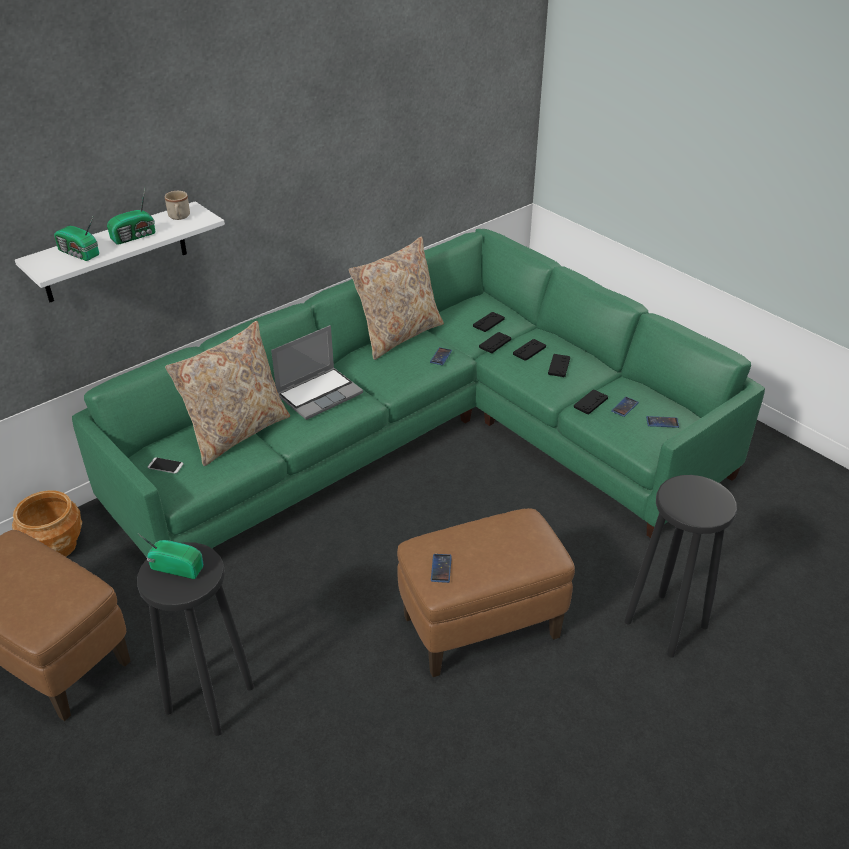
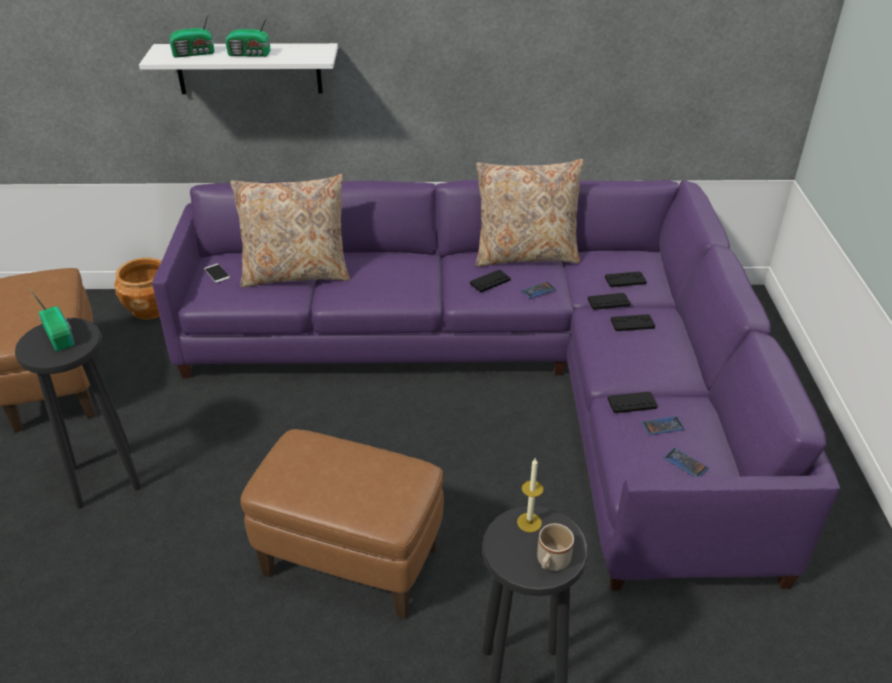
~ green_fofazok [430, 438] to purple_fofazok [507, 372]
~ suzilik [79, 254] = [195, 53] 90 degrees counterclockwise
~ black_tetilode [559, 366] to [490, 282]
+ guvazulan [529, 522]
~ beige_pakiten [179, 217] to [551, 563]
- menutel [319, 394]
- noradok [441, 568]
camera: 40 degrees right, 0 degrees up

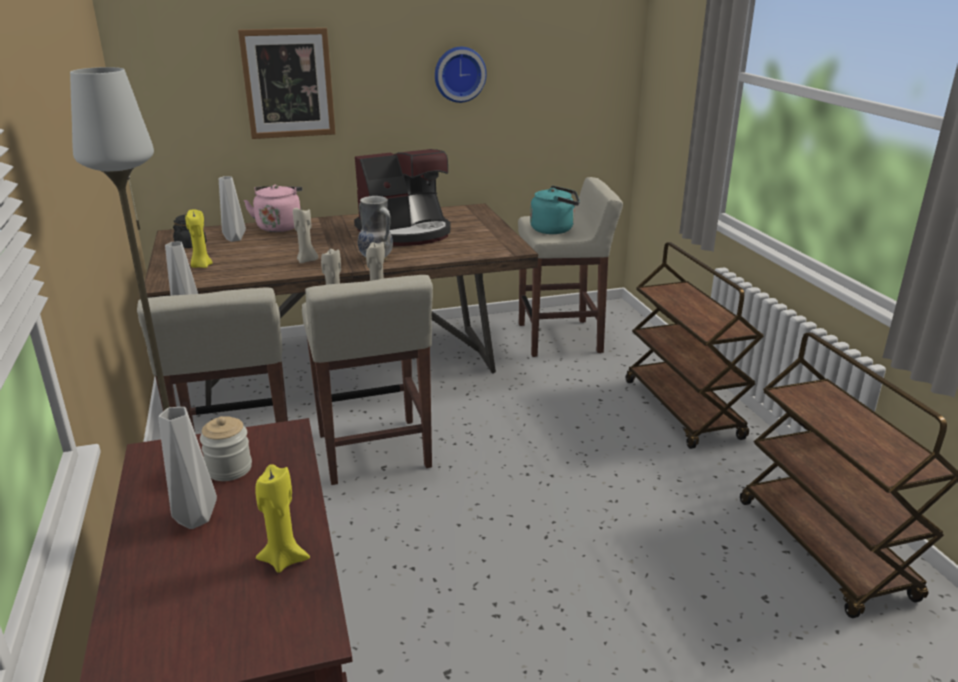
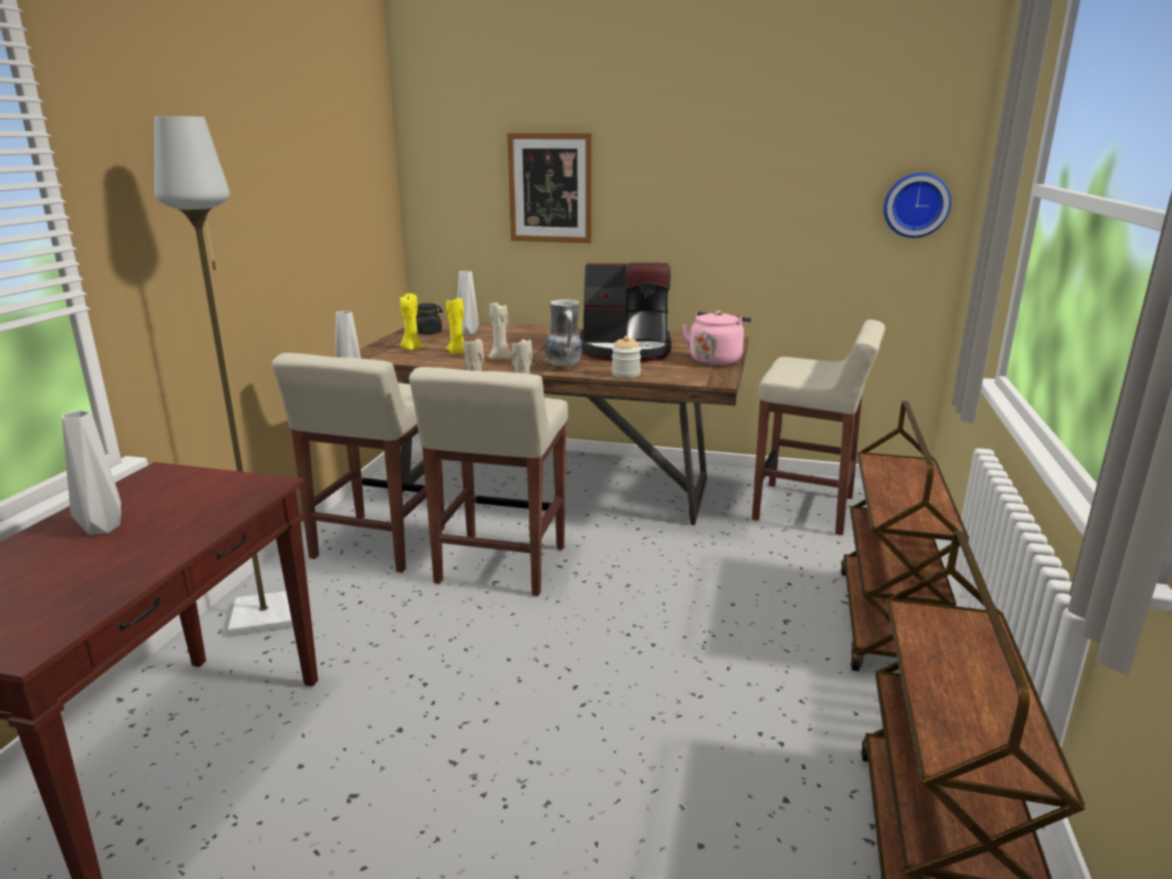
~ yellow_guvazulan [283, 559] to [457, 352]
~ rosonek [229, 469] to [626, 374]
~ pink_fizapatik [279, 226] to [716, 360]
~ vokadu [459, 74] to [916, 205]
- turquoise_fizapatik [554, 229]
camera: 30 degrees right, 5 degrees down

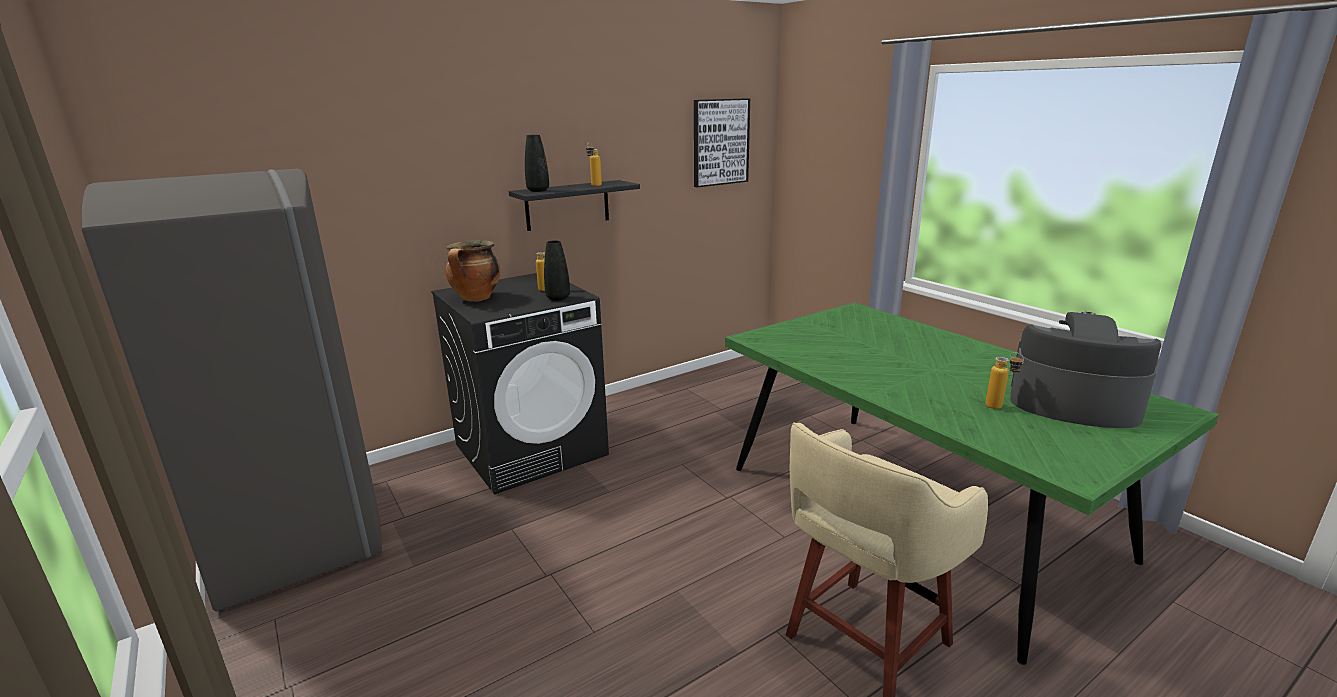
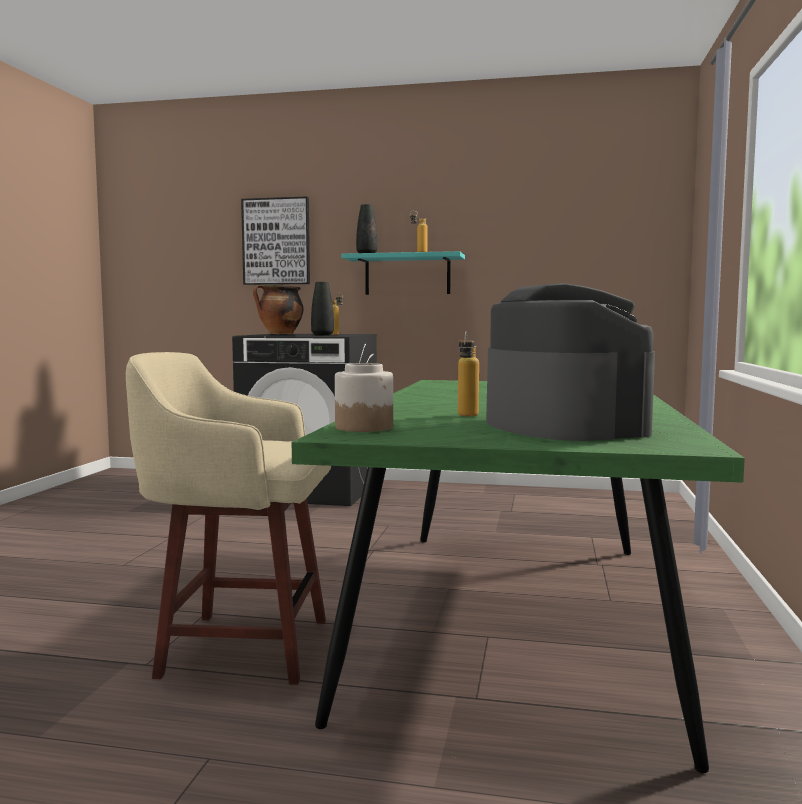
~ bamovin [720, 142] to [276, 241]
+ rosonek [364, 427]
~ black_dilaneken [567, 205] to turquoise_dilaneken [407, 275]
- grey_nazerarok [296, 533]
camera: 45 degrees right, 15 degrees down

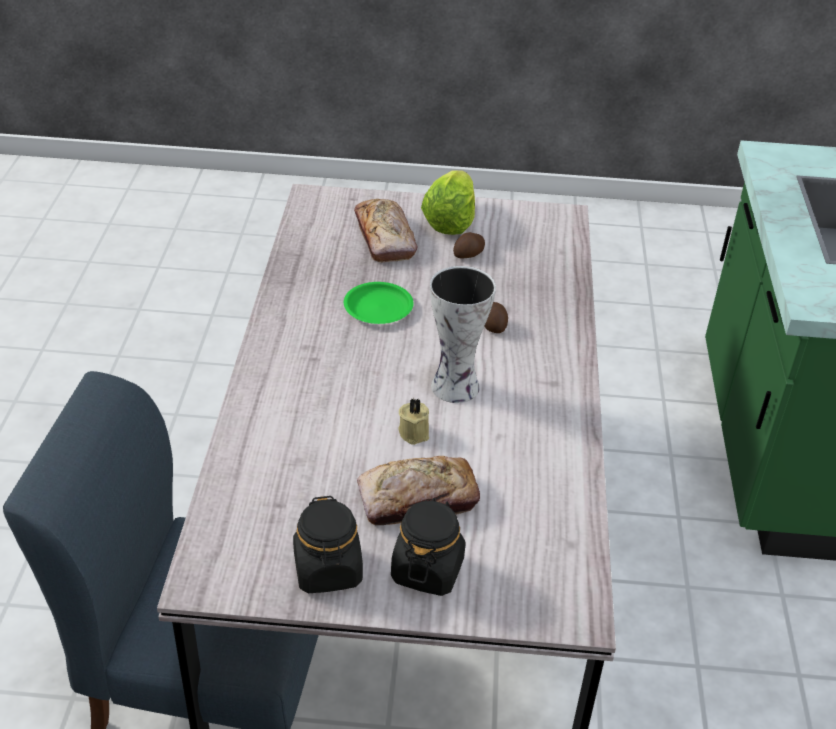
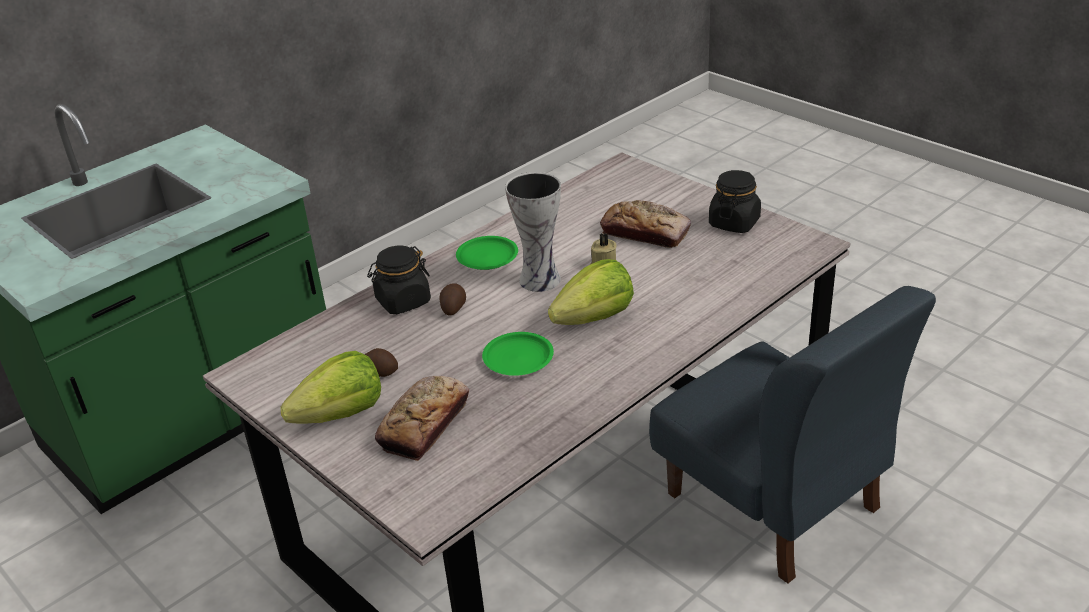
~ black_rosonek [427, 569] to [403, 301]
+ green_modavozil [487, 257]
+ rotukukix [595, 318]
camera: 135 degrees left, 5 degrees down

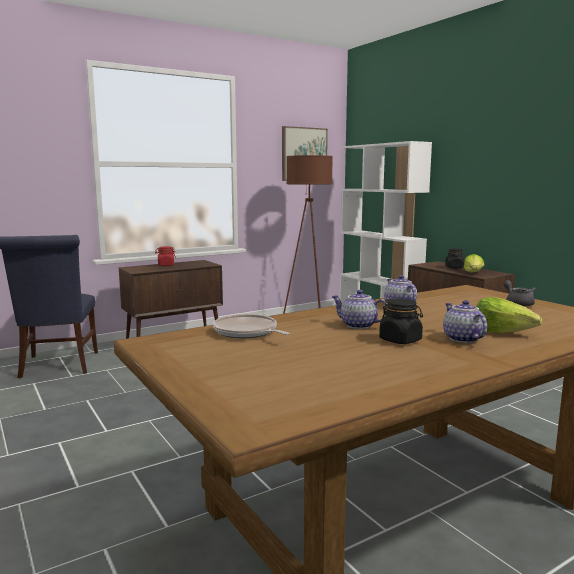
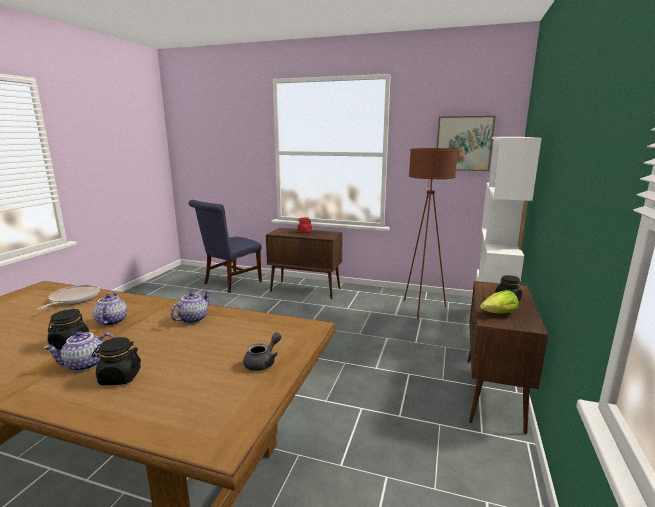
~ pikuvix [461, 339] = [84, 365] 150 degrees counterclockwise
~ rotukukix [502, 332] to black_rosonek [119, 377]
camera: 50 degrees right, 5 degrees up

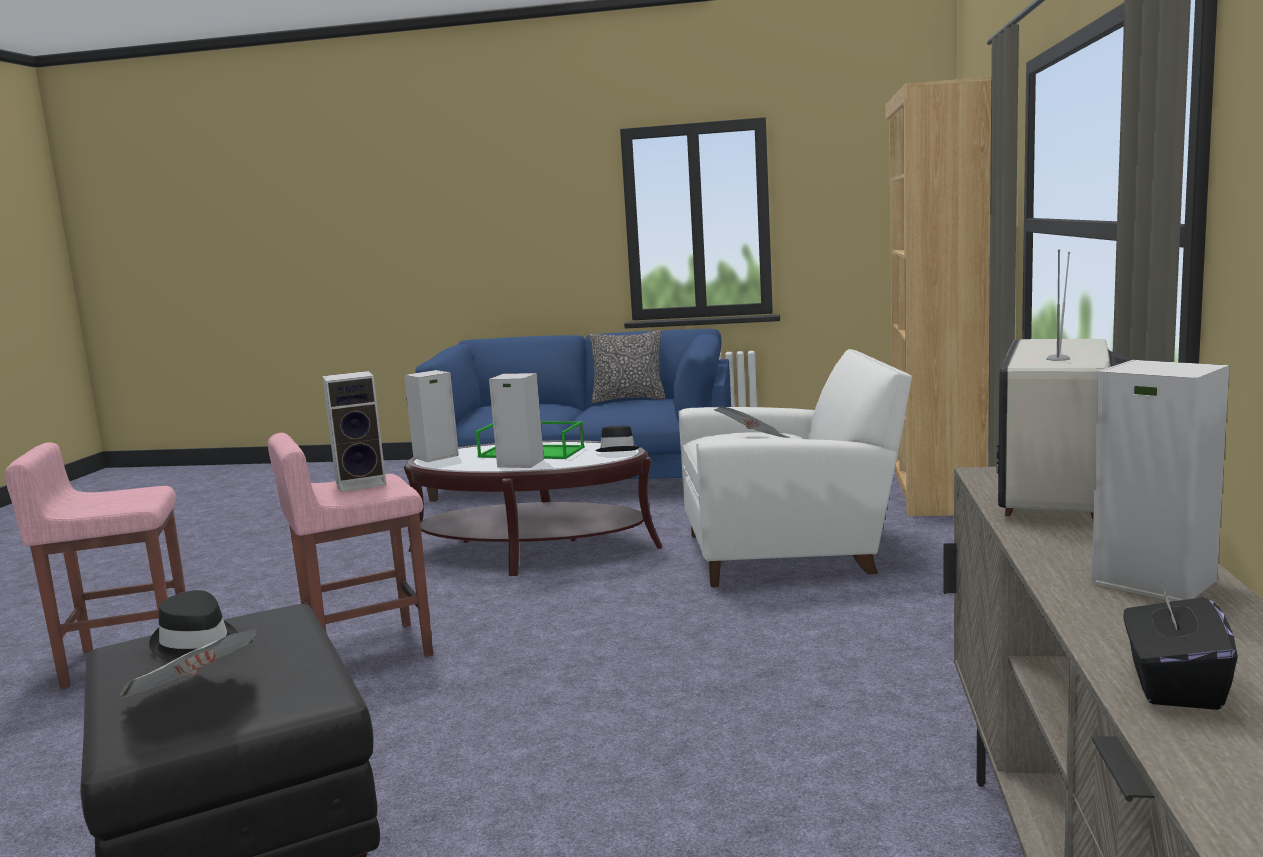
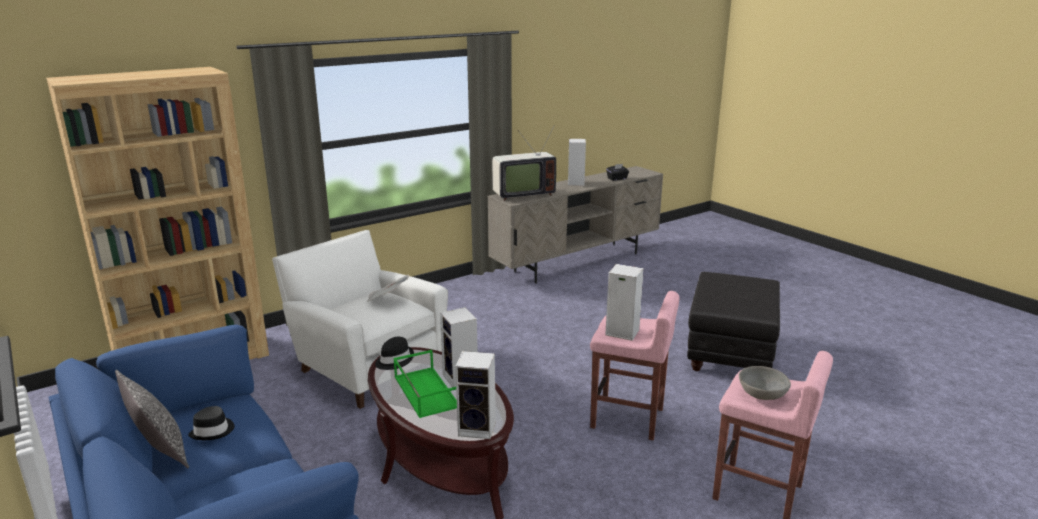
~ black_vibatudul [197, 645] to [213, 431]
+ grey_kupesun [762, 395]
- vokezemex [194, 698]
camera: 135 degrees left, 10 degrees up

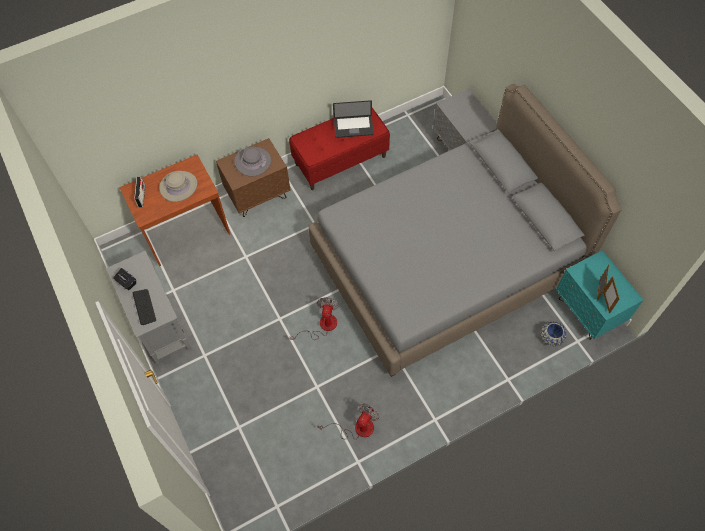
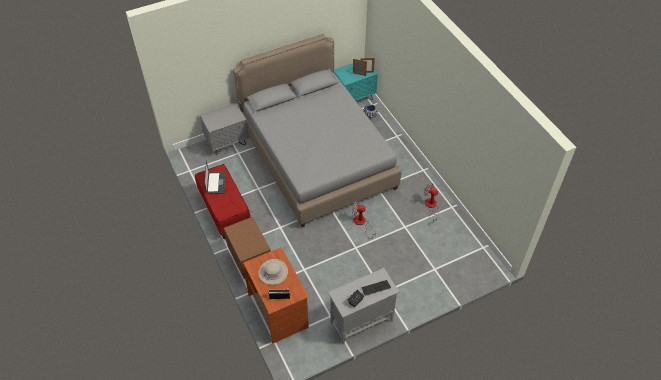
- grey_vibatudul [252, 161]
camera: 90 degrees left, 10 degrees down

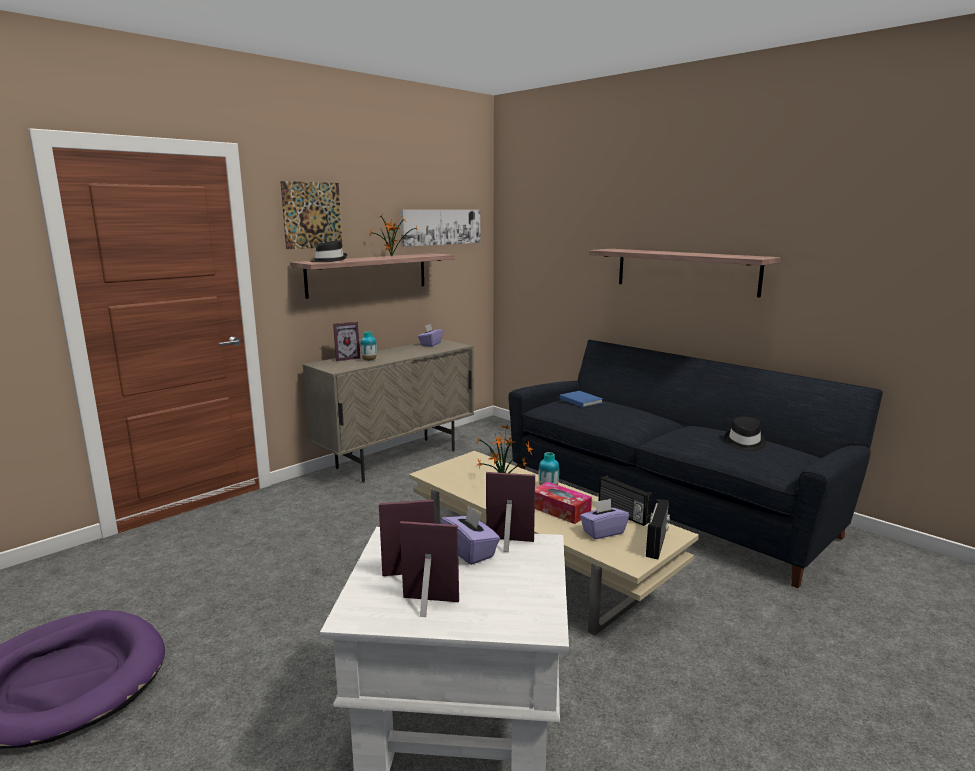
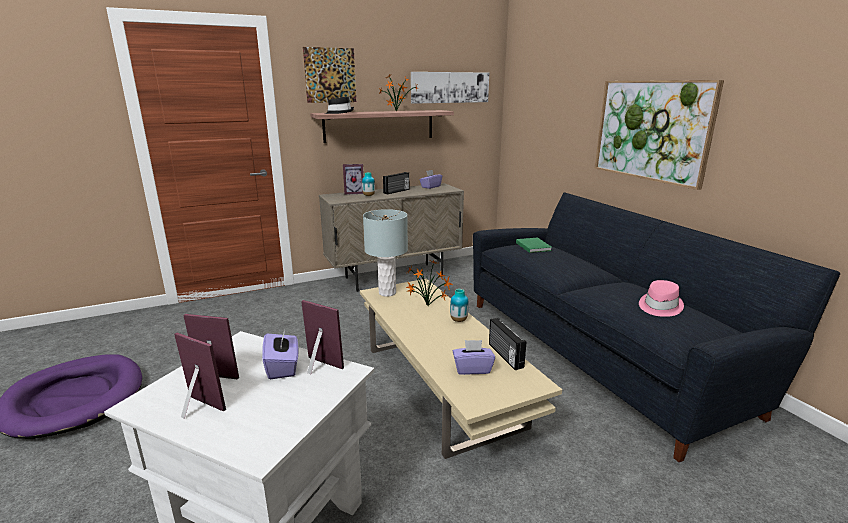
+ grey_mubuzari [387, 293]
~ suzilik [657, 543] to [397, 191]
~ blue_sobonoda [580, 400] to green_sobonoda [533, 246]
~ dilaneken [685, 271] to bamovin [651, 130]
~ black_vibatudul [744, 442] to pink_vibatudul [659, 306]
- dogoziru [560, 510]
camera: 20 degrees right, 5 degrees up

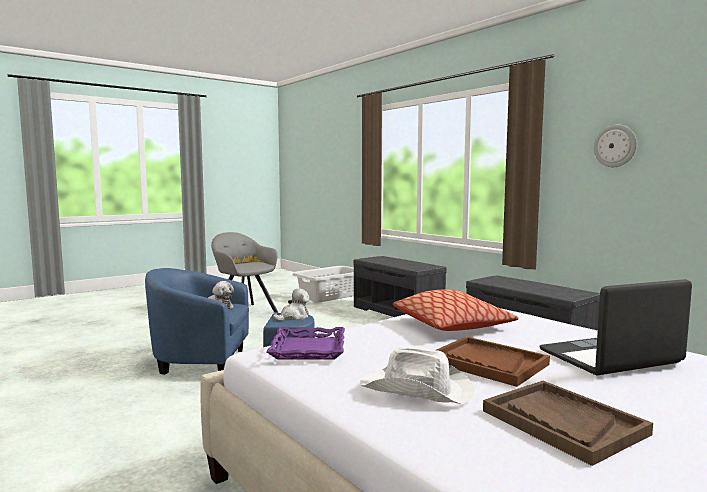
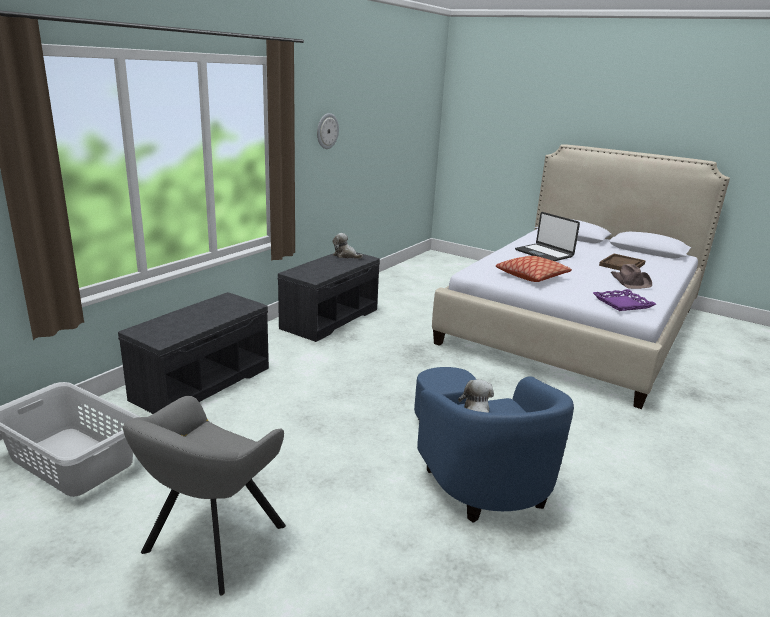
~ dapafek [293, 317] to [345, 256]
~ white_vibatudul [417, 389] to brown_vibatudul [630, 281]
- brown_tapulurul [488, 363]
camera: 110 degrees left, 15 degrees up

